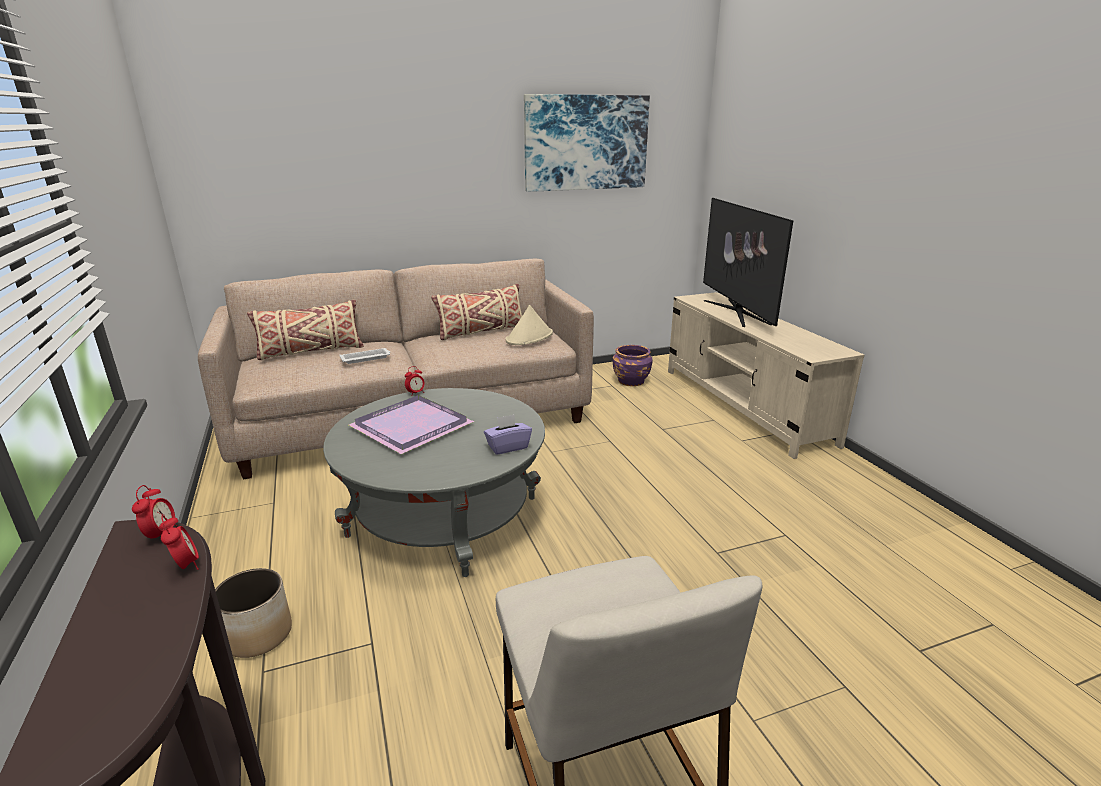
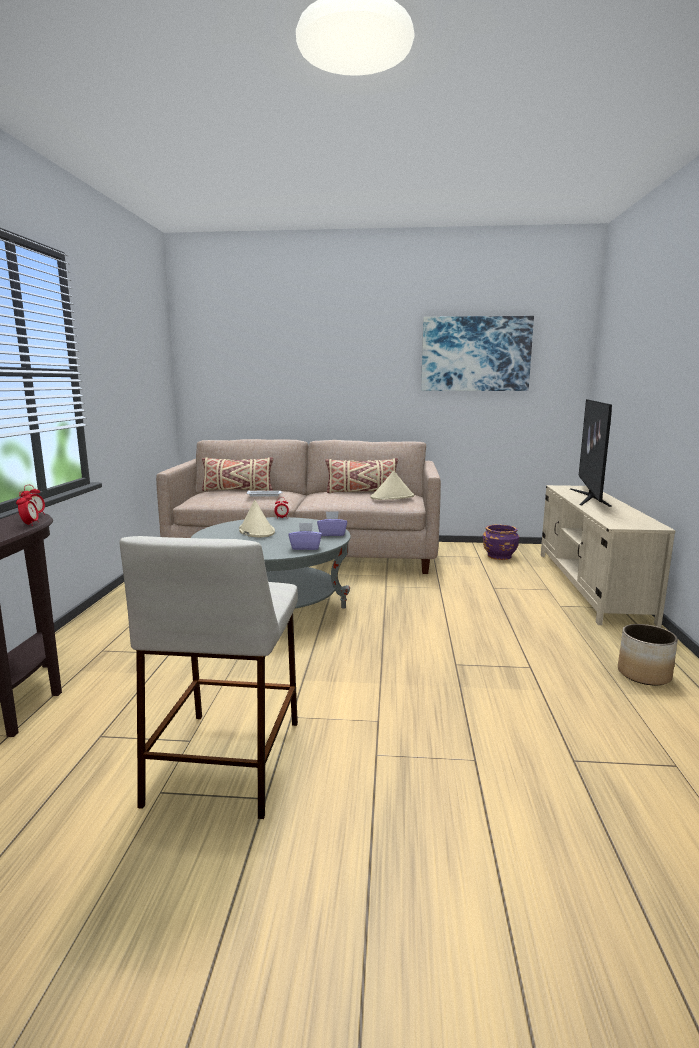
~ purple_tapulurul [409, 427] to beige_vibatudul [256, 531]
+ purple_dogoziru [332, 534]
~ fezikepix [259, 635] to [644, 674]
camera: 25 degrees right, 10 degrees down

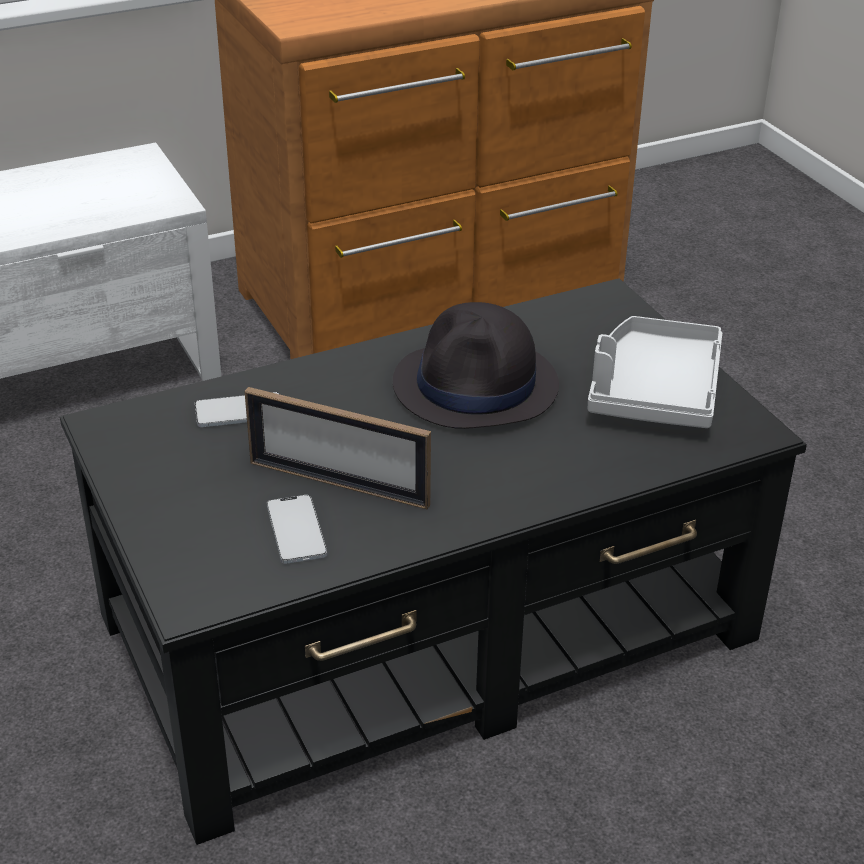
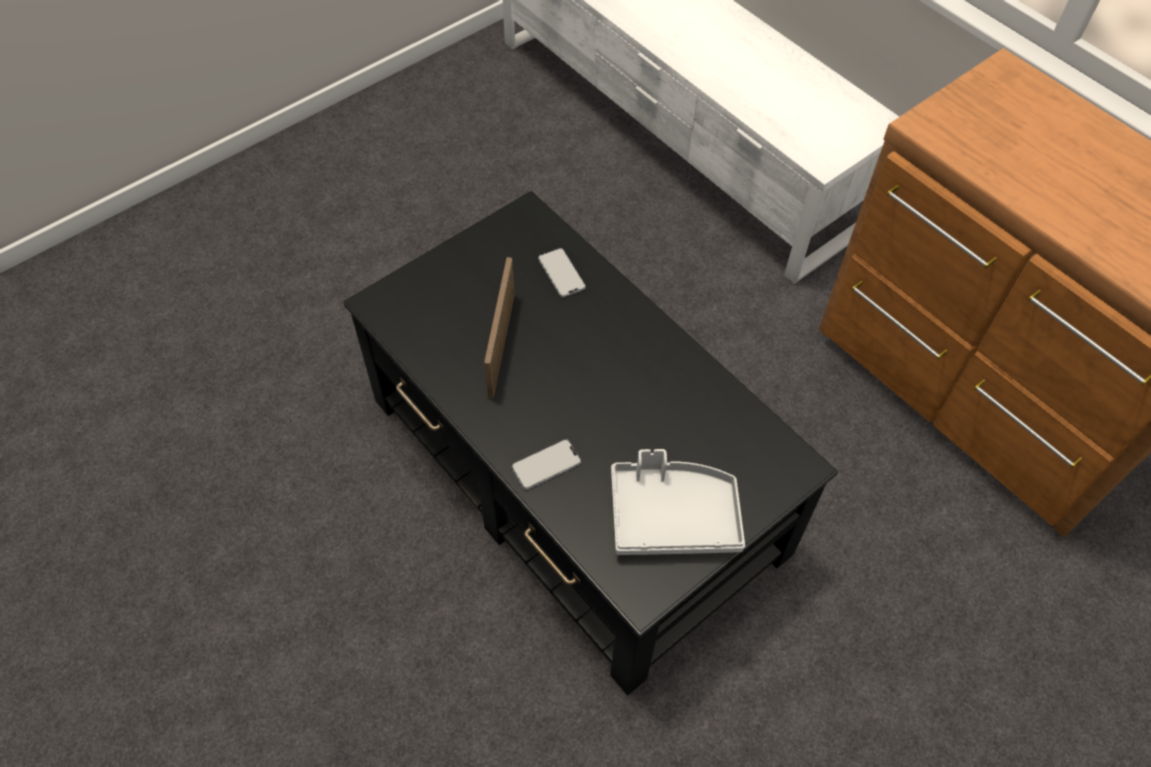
~ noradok [296, 531] to [546, 465]
- black_vibatudul [476, 386]
camera: 75 degrees right, 20 degrees up

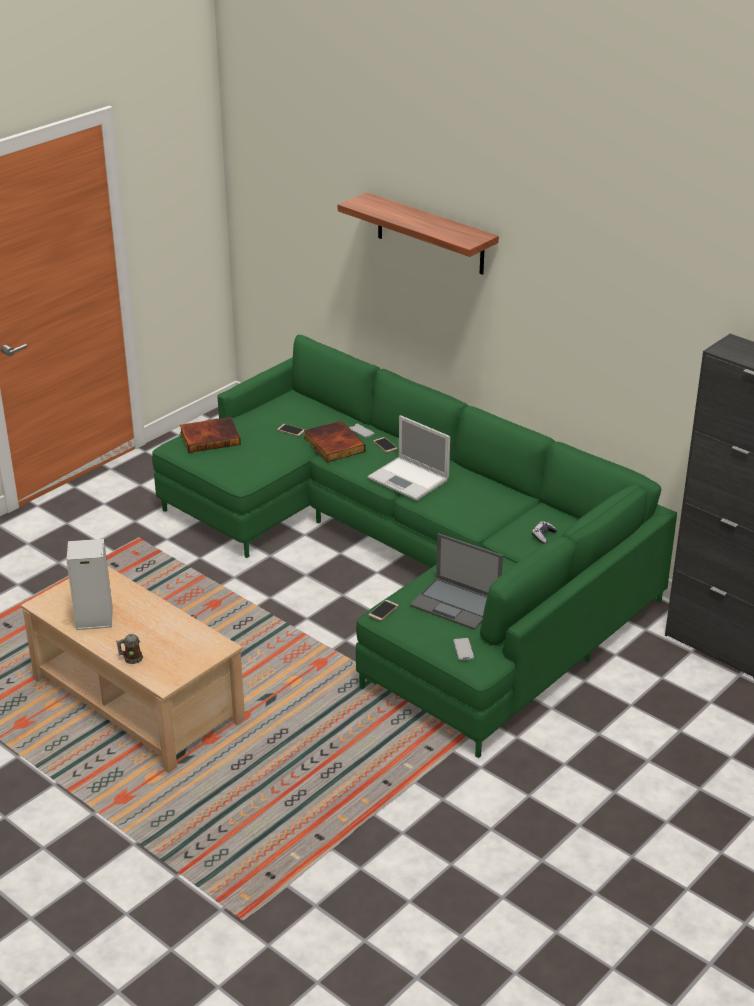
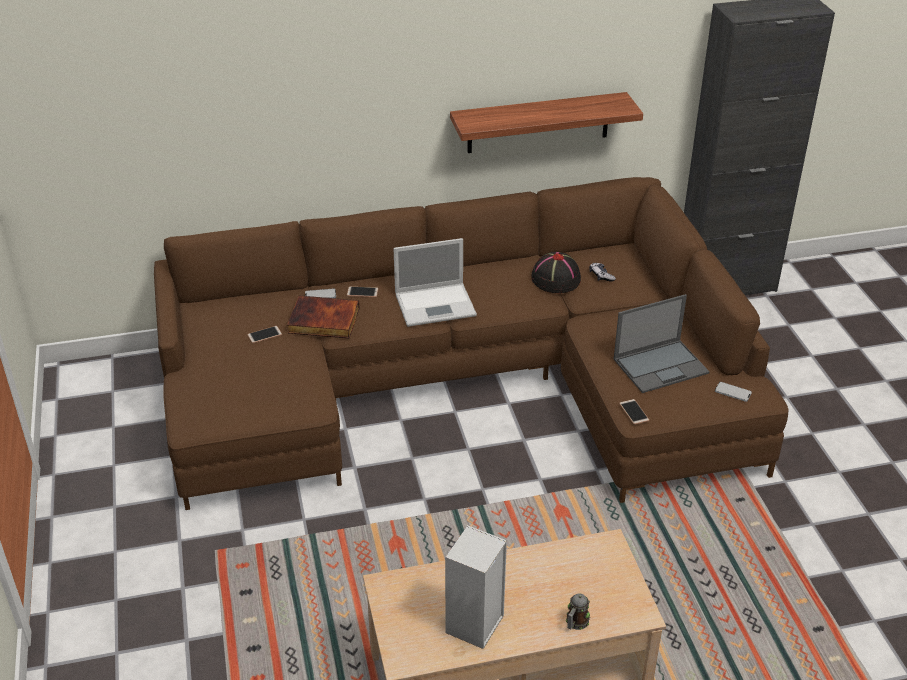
~ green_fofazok [411, 563] to brown_fofazok [463, 384]
~ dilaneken [430, 234] to [538, 123]
+ black_vibatudul [555, 279]
- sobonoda [210, 437]
camera: 55 degrees left, 5 degrees up

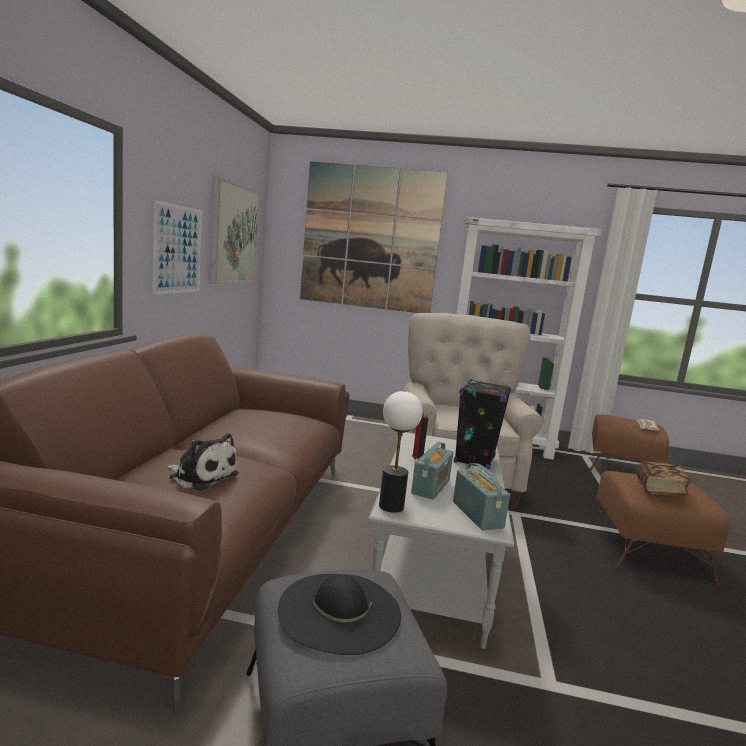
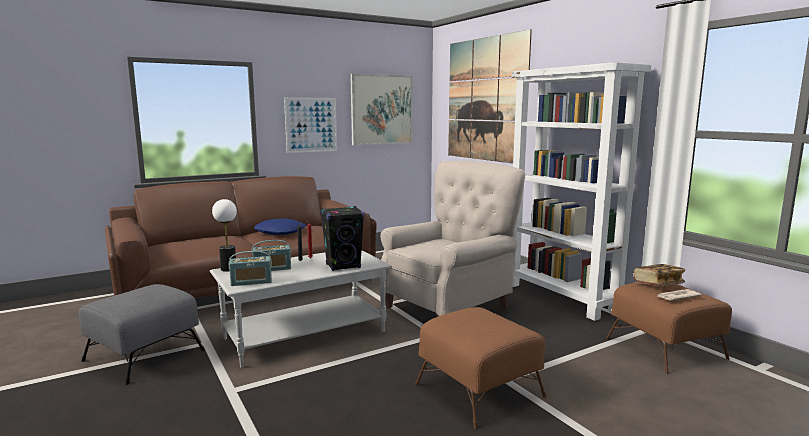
~ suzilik [477, 514] = [251, 282] 45 degrees clockwise
+ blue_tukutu [281, 232]
~ sobonoda [660, 490] to [658, 284]
- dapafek [201, 476]
- black_vibatudul [339, 611]
camera: 50 degrees right, 0 degrees up

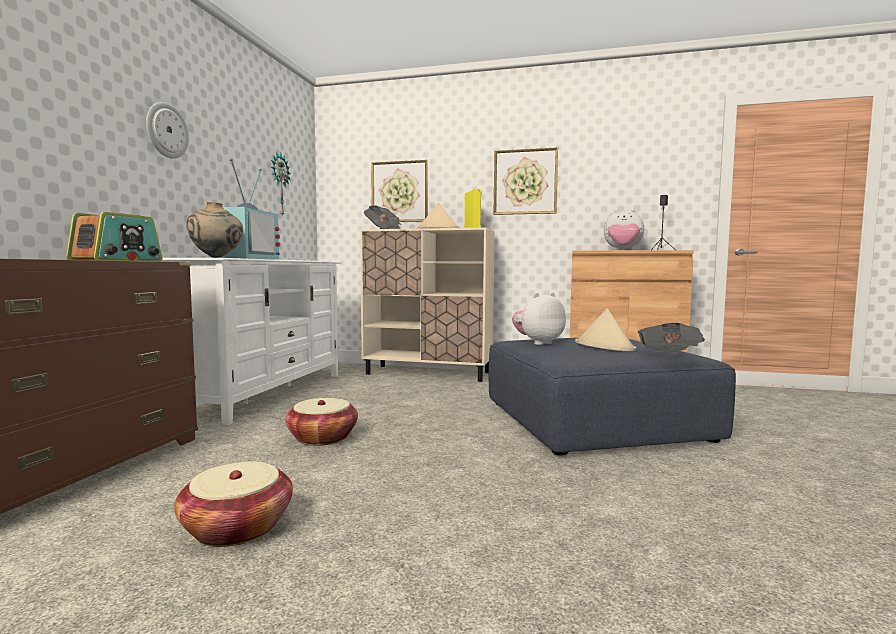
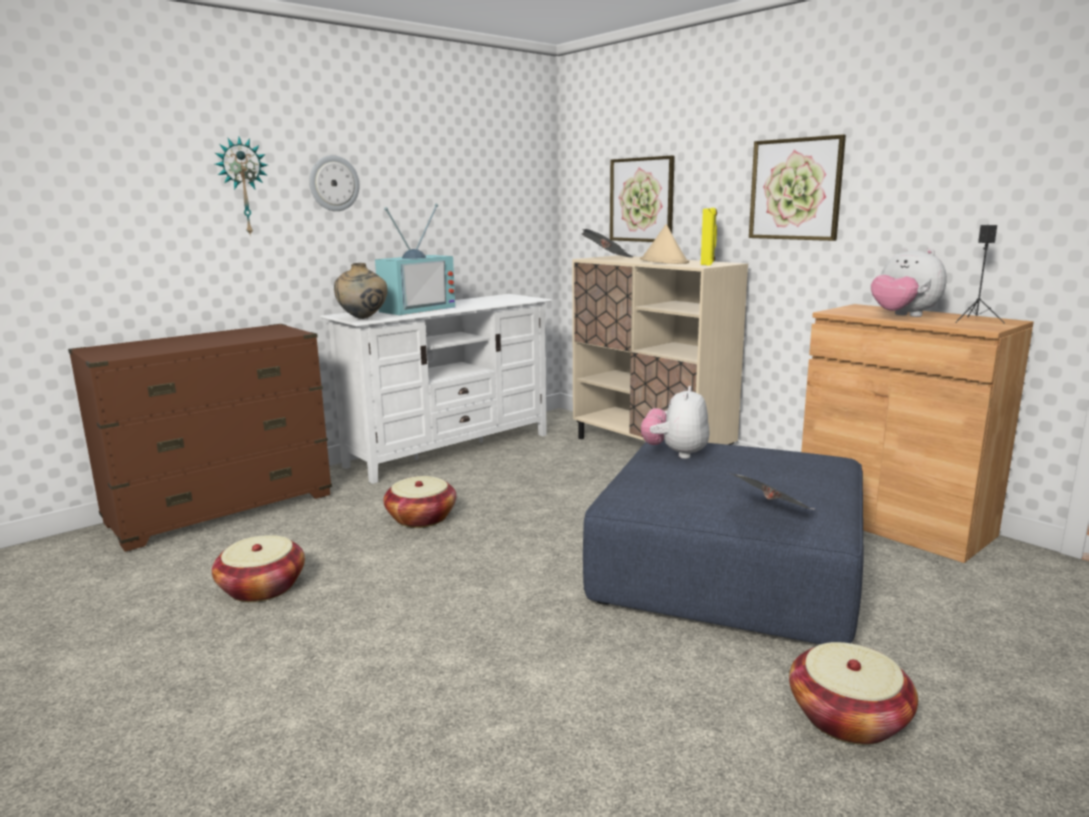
~ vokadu [279, 185] to [243, 187]
~ dapafek [538, 343] = [675, 453] 75 degrees counterclockwise
+ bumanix [848, 718]
- suzilik [118, 260]
- beige_vibatudul [604, 346]
camera: 35 degrees right, 10 degrees up

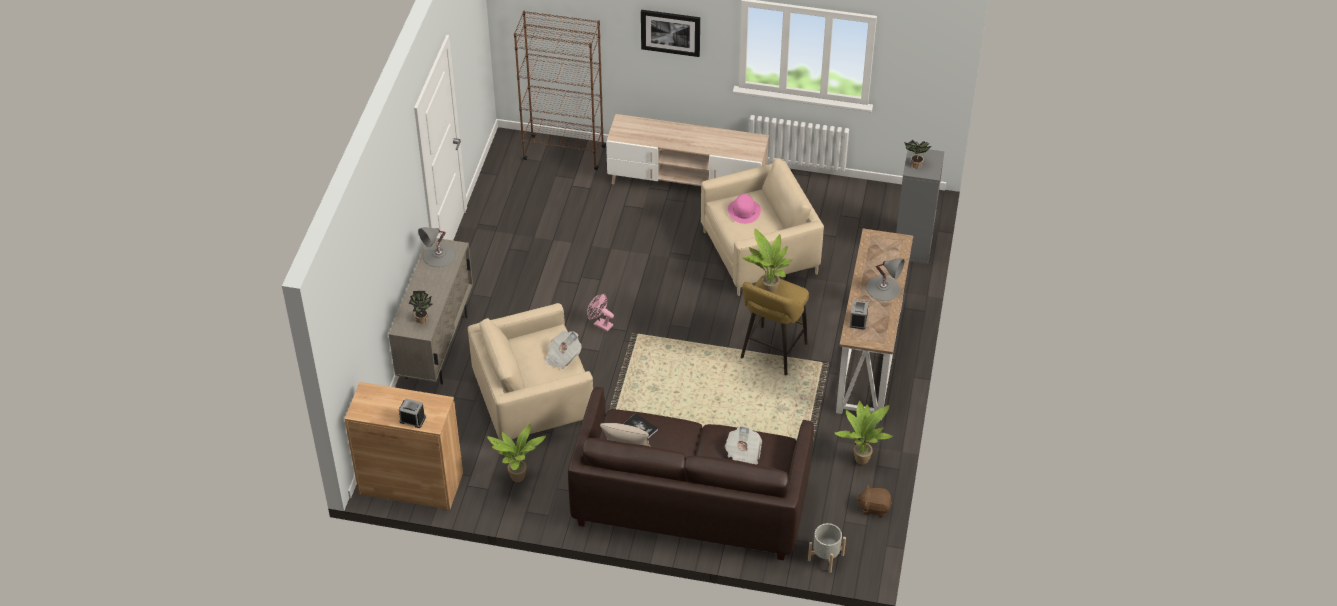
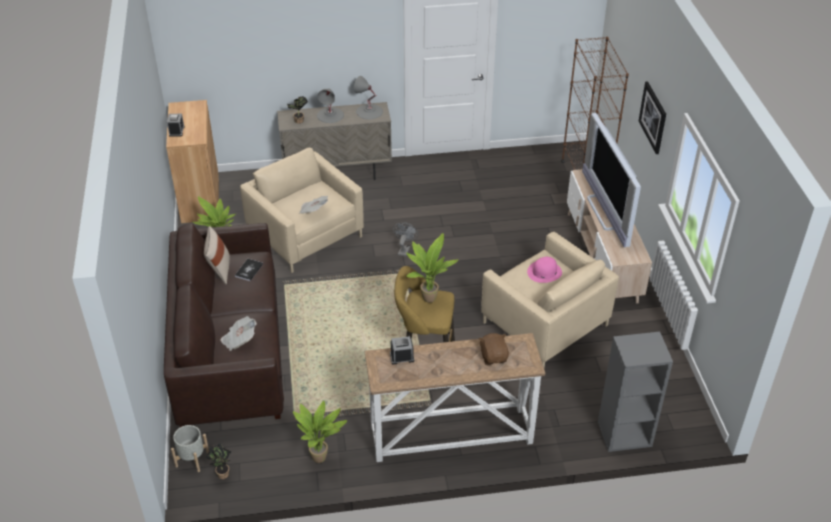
~ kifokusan [915, 165] to [222, 473]
~ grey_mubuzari [883, 288] to [330, 115]
~ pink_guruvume [600, 324] to grey_guruvume [404, 249]
~ brown_dapafek [874, 507] to [493, 356]
+ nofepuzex [606, 212]
camera: 70 degrees right, 5 degrees down

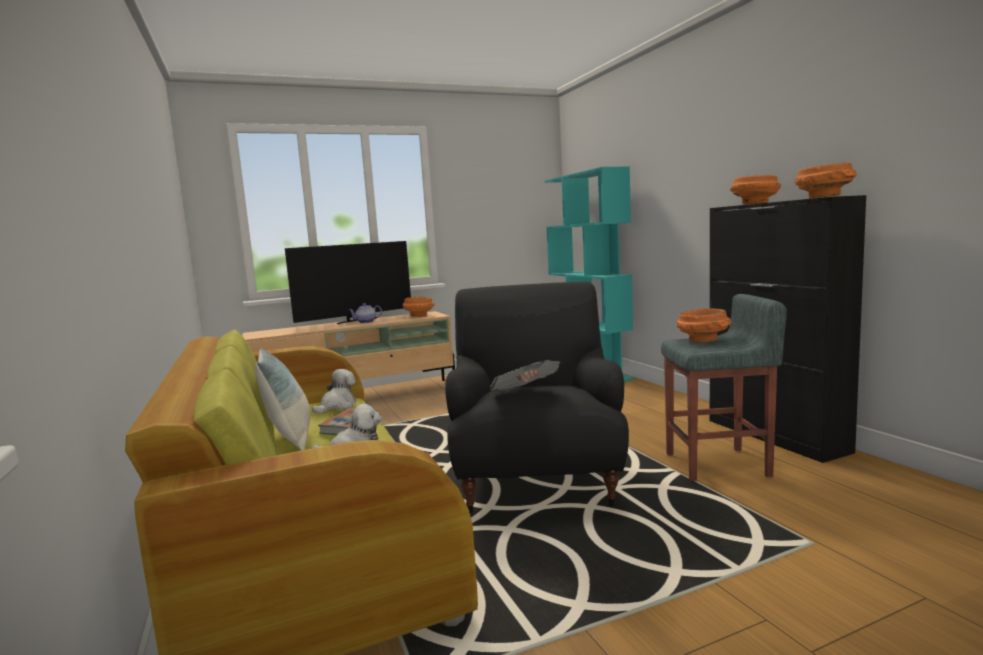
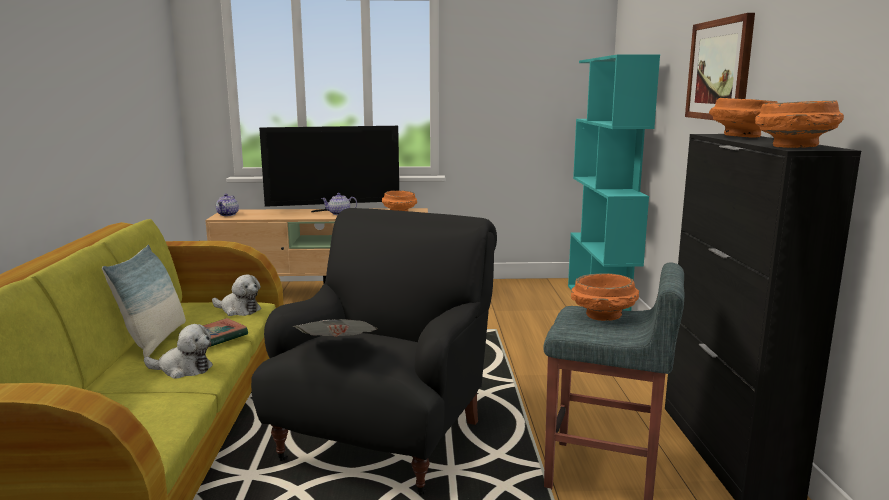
~ dapafek [337, 406] = [238, 310] 60 degrees clockwise
+ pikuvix [228, 214]
+ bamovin [719, 70]
camera: 20 degrees right, 5 degrees up

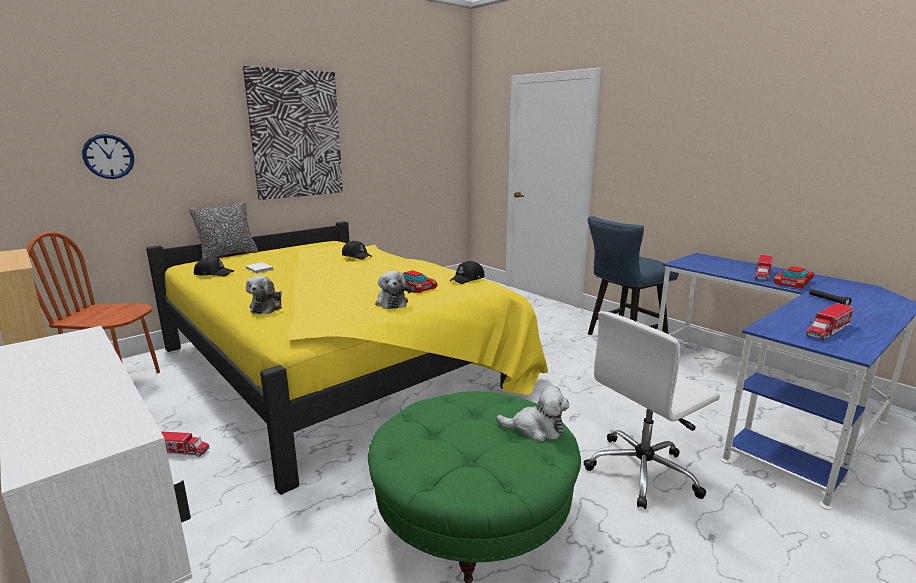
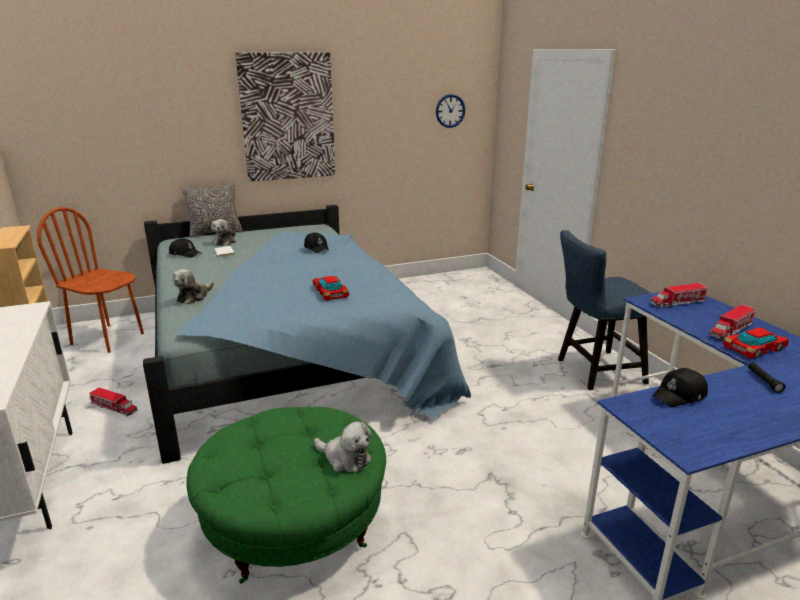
~ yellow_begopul [342, 366] to blue_begopul [287, 354]
~ dapafek [391, 302] to [225, 241]
~ vokadu [108, 156] to [450, 111]
~ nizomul [827, 330] to [677, 303]
~ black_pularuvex [467, 279] to [680, 395]
- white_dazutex [643, 471]
camera: 20 degrees right, 5 degrees up

